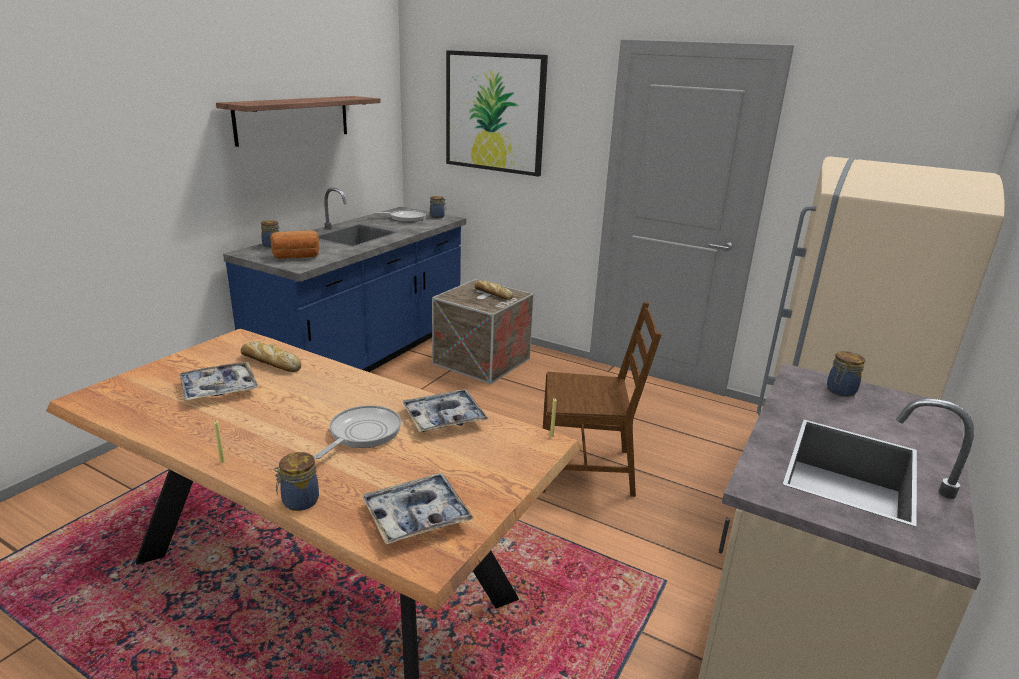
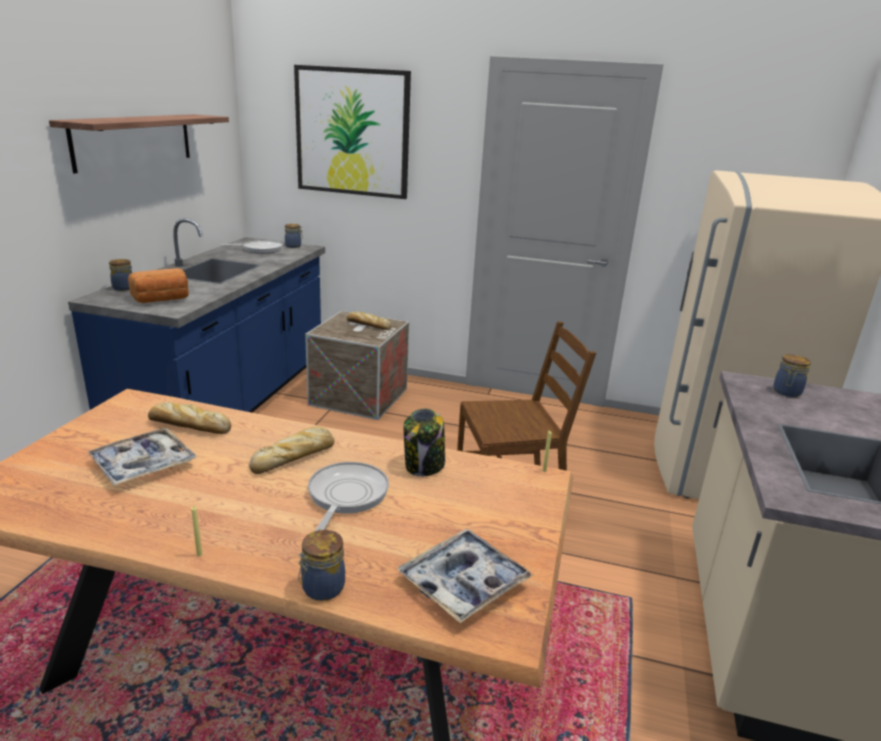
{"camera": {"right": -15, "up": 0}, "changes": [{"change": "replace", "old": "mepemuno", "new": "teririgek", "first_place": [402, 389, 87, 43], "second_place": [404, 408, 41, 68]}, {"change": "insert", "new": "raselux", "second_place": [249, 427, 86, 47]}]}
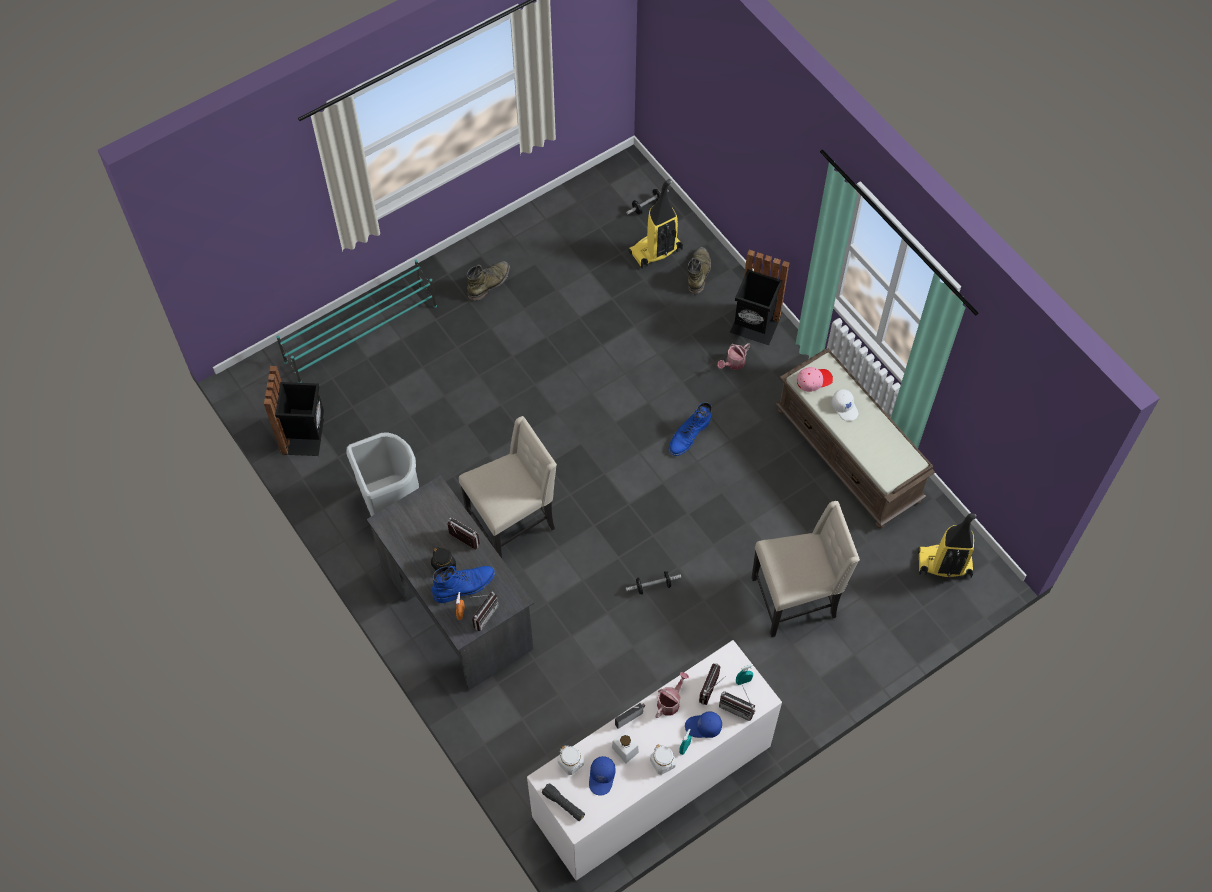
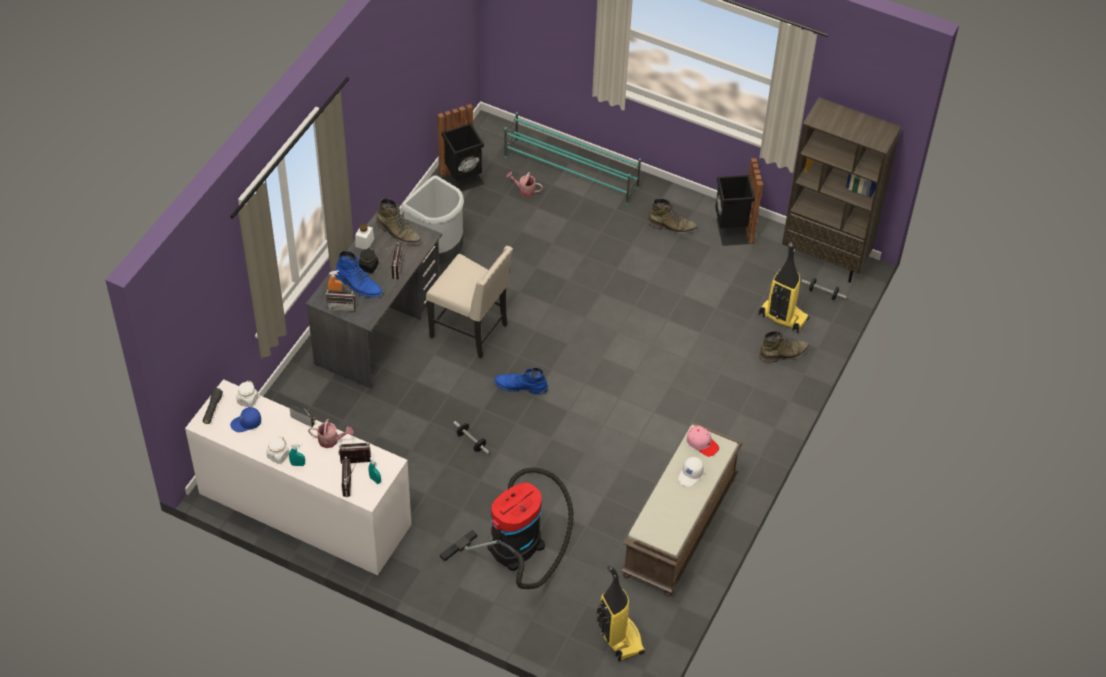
{"camera": {"right": 60, "up": -10}, "changes": [{"change": "move", "old": "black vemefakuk", "first_place": [730, 250, 59, 95], "second_place": [715, 158, 48, 88]}, {"change": "move", "old": "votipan", "first_place": [717, 343, 33, 27], "second_place": [506, 172, 37, 25]}, {"change": "move", "old": "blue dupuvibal", "first_place": [669, 402, 43, 54], "second_place": [494, 368, 54, 27]}, {"change": "replace", "old": "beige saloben", "new": "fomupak", "first_place": [752, 501, 108, 136], "second_place": [440, 467, 133, 122]}, {"change": "delete", "old": "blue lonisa", "first_place": [685, 711, 37, 27]}, {"change": "move", "old": "white teririgek", "first_place": [612, 731, 27, 32], "second_place": [355, 224, 19, 25]}, {"change": "insert", "new": "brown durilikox", "second_place": [782, 97, 119, 186]}, {"change": "insert", "new": "green dupuvibal", "second_place": [376, 198, 46, 47]}]}
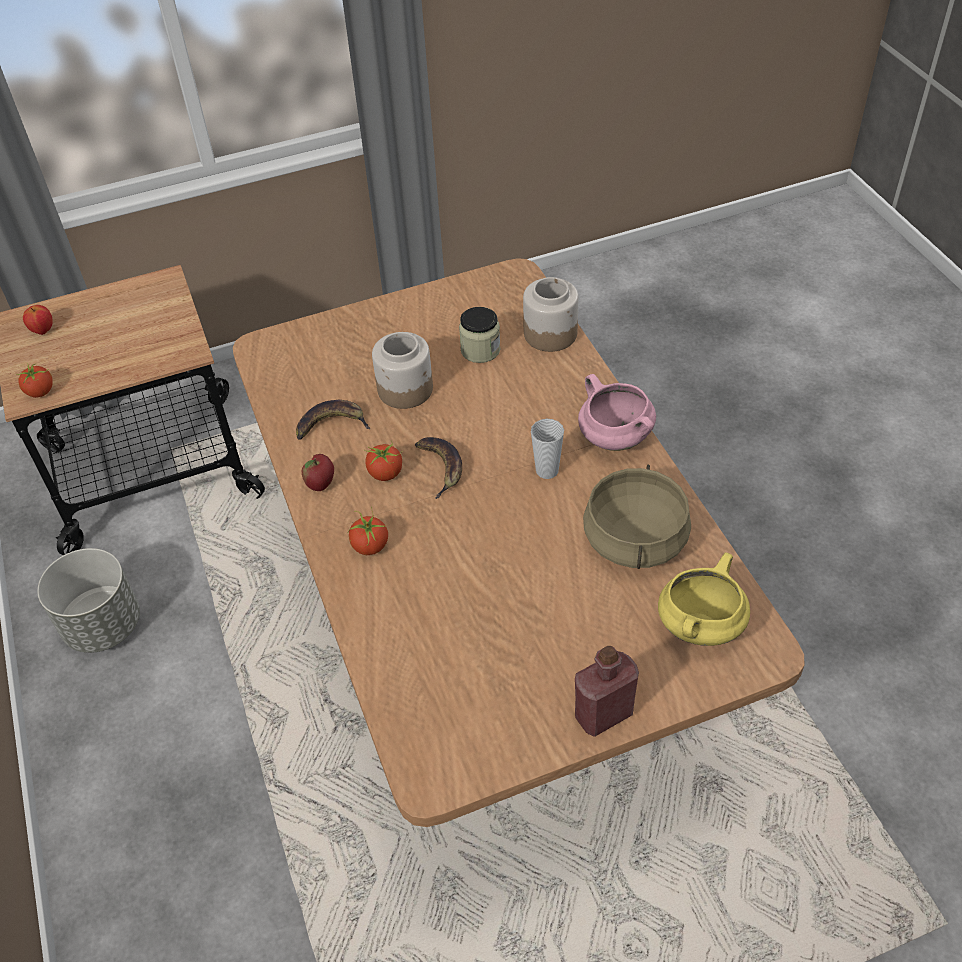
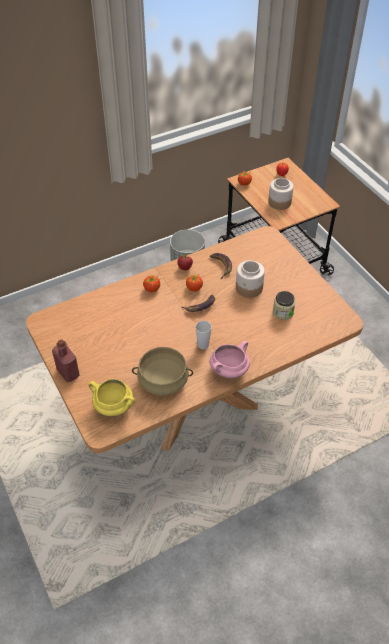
{"camera": {"right": 80, "up": 0}, "changes": [{"change": "move", "old": "teririgek", "first_place": [523, 277, 56, 75], "second_place": [268, 178, 26, 32]}]}
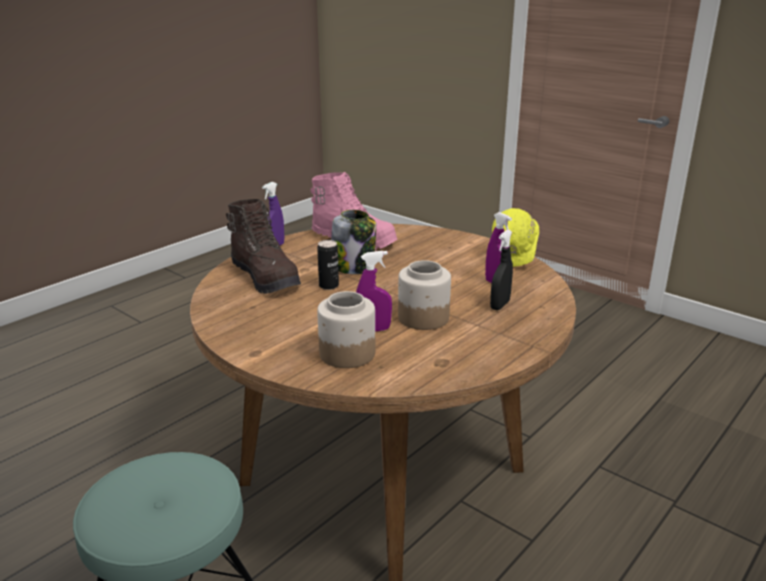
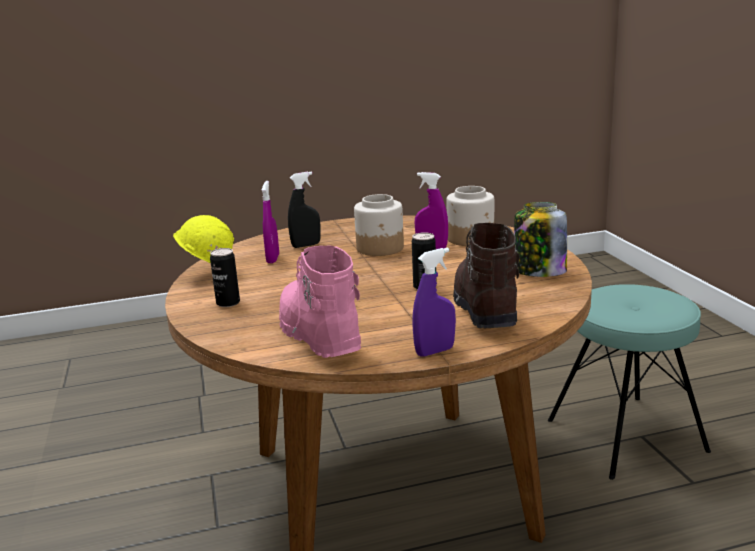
{"camera": {"right": -145, "up": -5}, "changes": [{"change": "move", "old": "teririgek", "first_place": [331, 210, 45, 64], "second_place": [514, 202, 53, 75]}, {"change": "insert", "new": "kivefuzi", "second_place": [210, 248, 30, 59]}]}
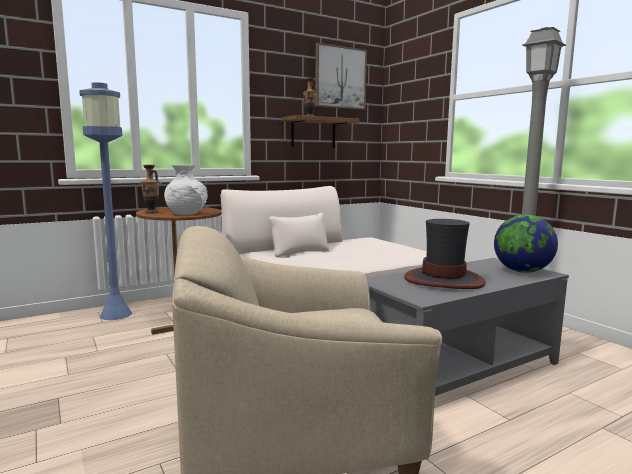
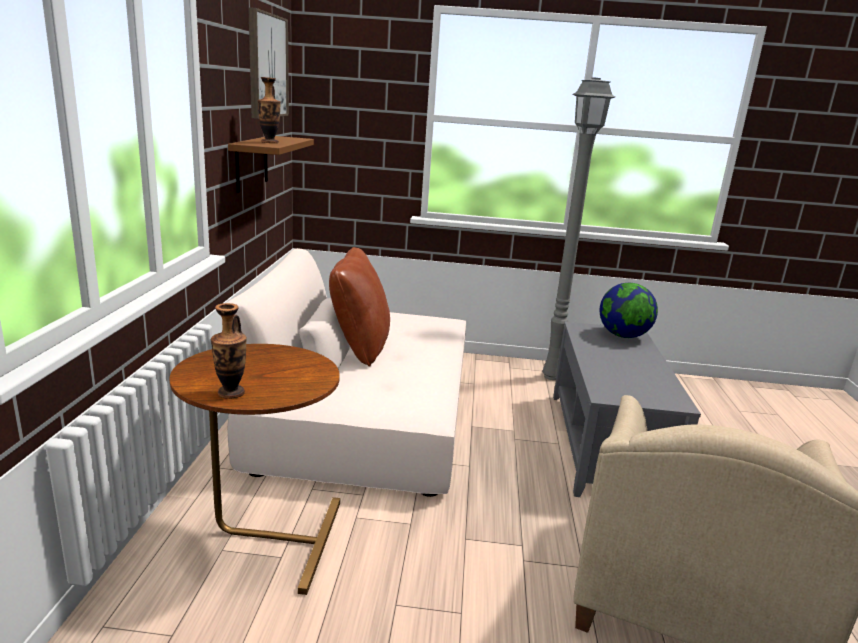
{"camera": {"right": -55, "up": 10}, "changes": [{"change": "delete", "old": "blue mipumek", "first_place": [79, 82, 53, 238]}, {"change": "delete", "old": "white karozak", "first_place": [164, 165, 44, 50]}, {"change": "delete", "old": "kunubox", "first_place": [404, 219, 82, 70]}, {"change": "insert", "new": "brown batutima", "second_place": [329, 247, 61, 120]}]}
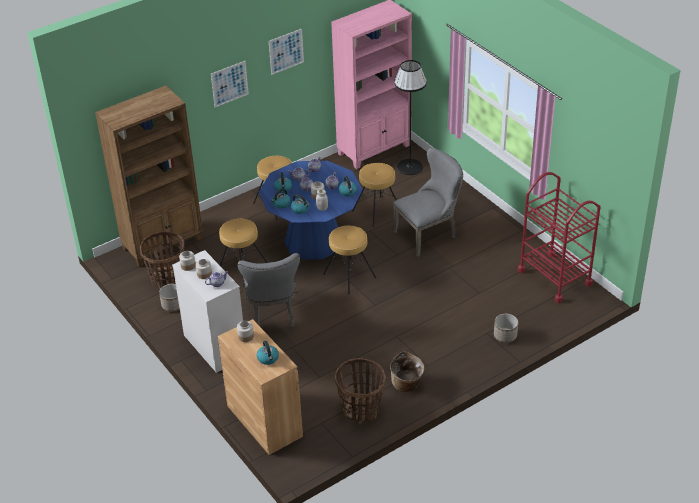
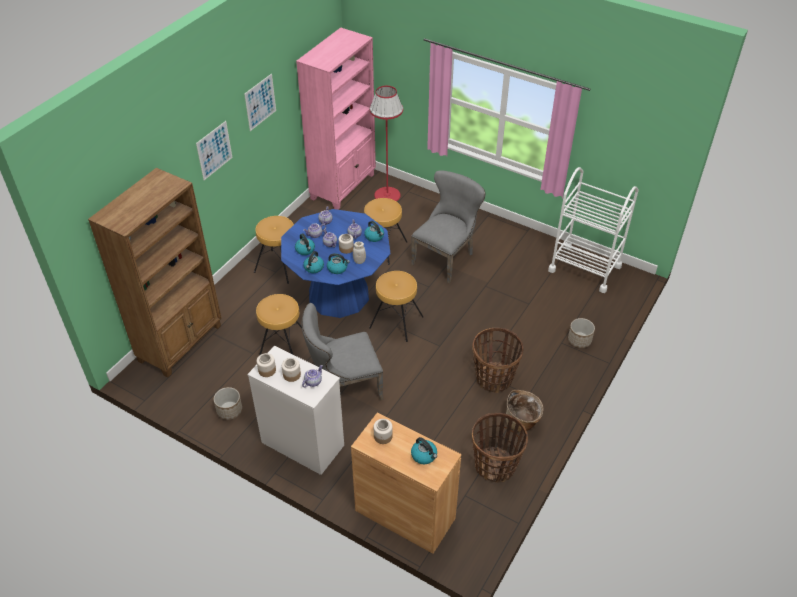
{"camera": {"right": -25, "up": 5}, "changes": [{"change": "recolor", "old": "black mipumek", "new": "red mipumek", "first_place": [394, 60, 33, 115], "second_place": [370, 86, 33, 115]}, {"change": "recolor", "old": "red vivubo", "new": "white vivubo", "first_place": [517, 172, 84, 131], "second_place": [548, 167, 91, 126]}, {"change": "move", "old": "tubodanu", "first_place": [140, 232, 45, 57], "second_place": [472, 328, 52, 65]}, {"change": "rotate", "old": "grey saloben", "first_place": [238, 253, 62, 74], "second_place": [301, 303, 82, 97], "degrees": 105}]}
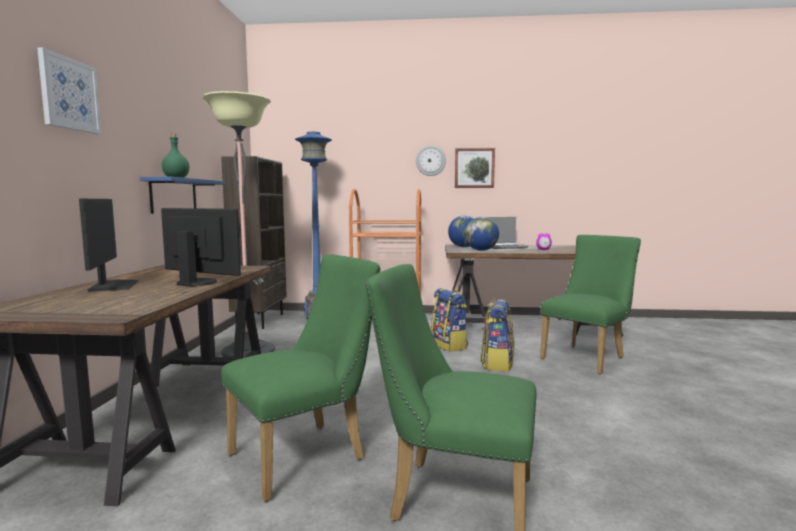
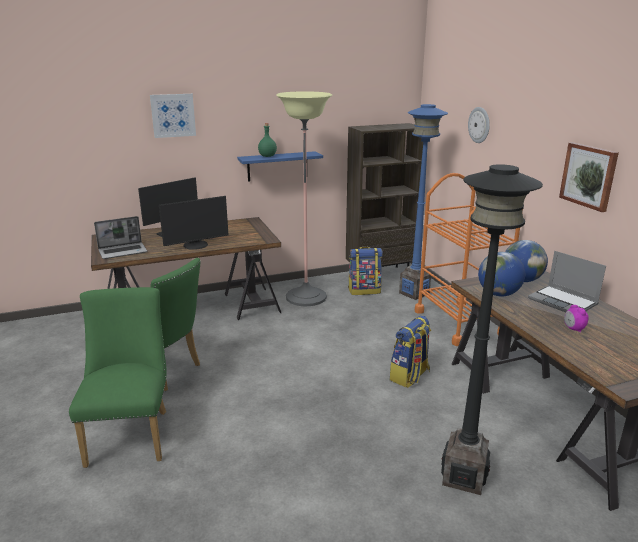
{"camera": {"right": 65, "up": 15}, "changes": [{"change": "move", "old": "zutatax", "first_place": [416, 145, 30, 31], "second_place": [468, 107, 22, 36]}, {"change": "rotate", "old": "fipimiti", "first_place": [161, 208, 80, 79], "second_place": [159, 196, 70, 54], "degrees": 60}, {"change": "replace", "old": "green saloben", "new": "black mipumek", "first_place": [540, 235, 101, 140], "second_place": [441, 164, 102, 331]}, {"change": "move", "old": "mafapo", "first_place": [480, 299, 35, 73], "second_place": [348, 247, 35, 48]}, {"change": "insert", "new": "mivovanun", "second_place": [94, 216, 53, 43]}]}
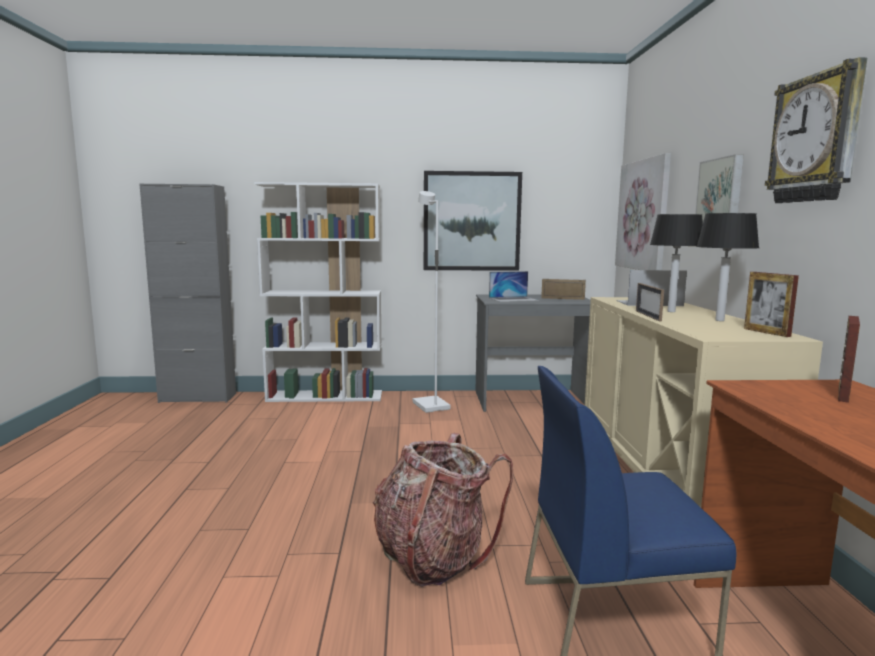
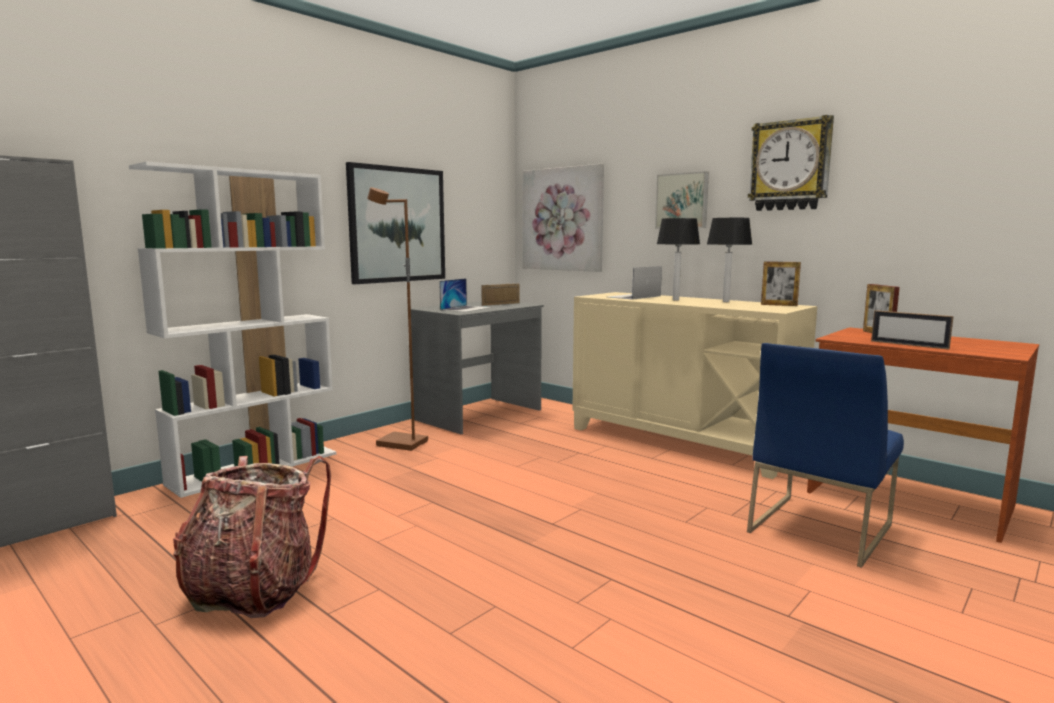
{"camera": {"right": -45, "up": 0}, "changes": [{"change": "recolor", "old": "white mipumek", "new": "brown mipumek", "first_place": [413, 191, 38, 222], "second_place": [367, 187, 61, 264]}, {"change": "move", "old": "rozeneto", "first_place": [636, 283, 28, 38], "second_place": [871, 310, 83, 40]}, {"change": "move", "old": "mafapo", "first_place": [373, 433, 140, 154], "second_place": [173, 456, 158, 162]}]}
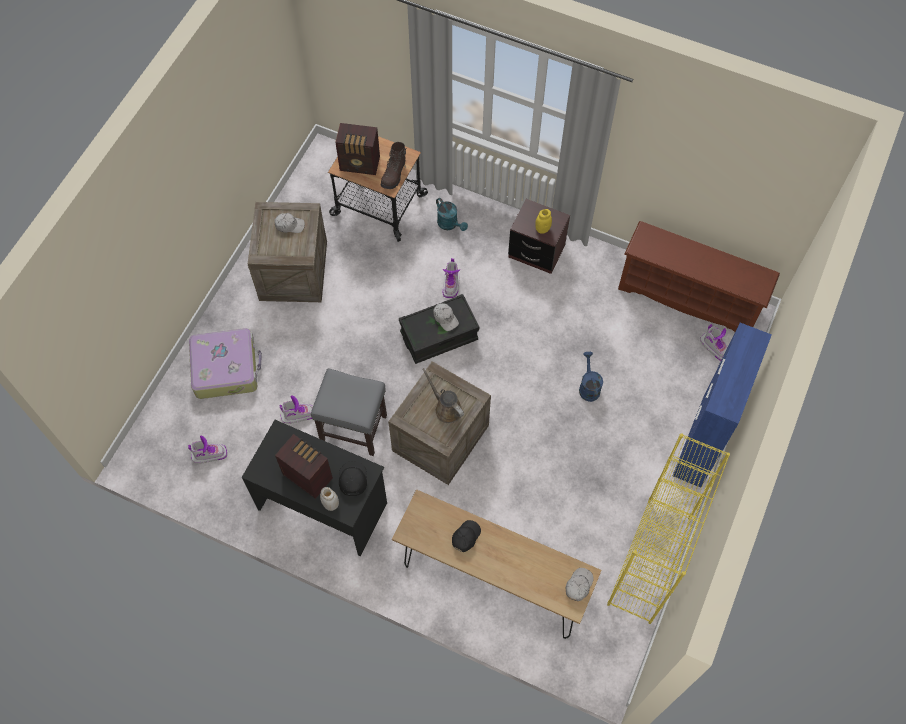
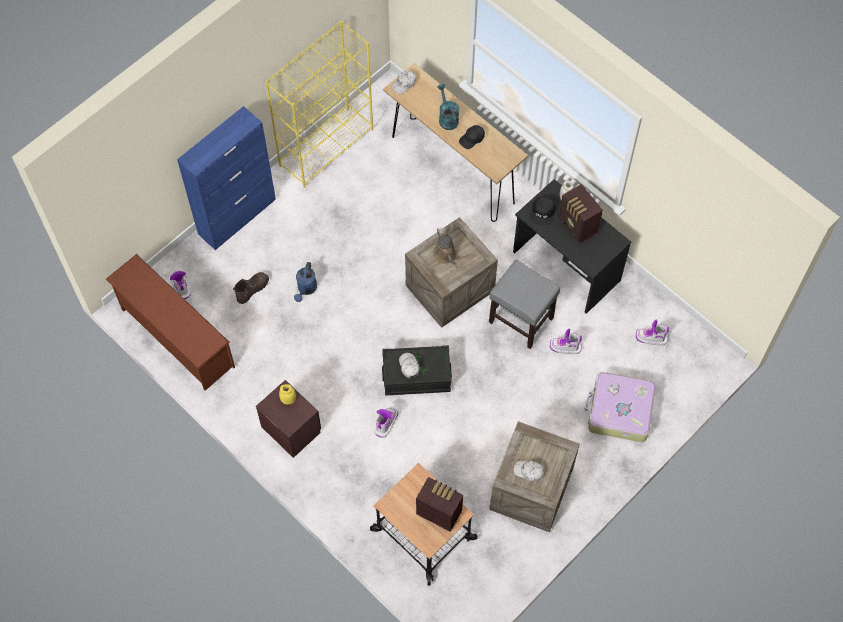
{"camera": {"right": -160, "up": 0}, "changes": [{"change": "move", "old": "brown dupuvibal", "first_place": [381, 142, 26, 47], "second_place": [233, 272, 36, 32]}, {"change": "move", "old": "turquoise votipan", "first_place": [436, 198, 32, 33], "second_place": [437, 84, 22, 46]}]}
